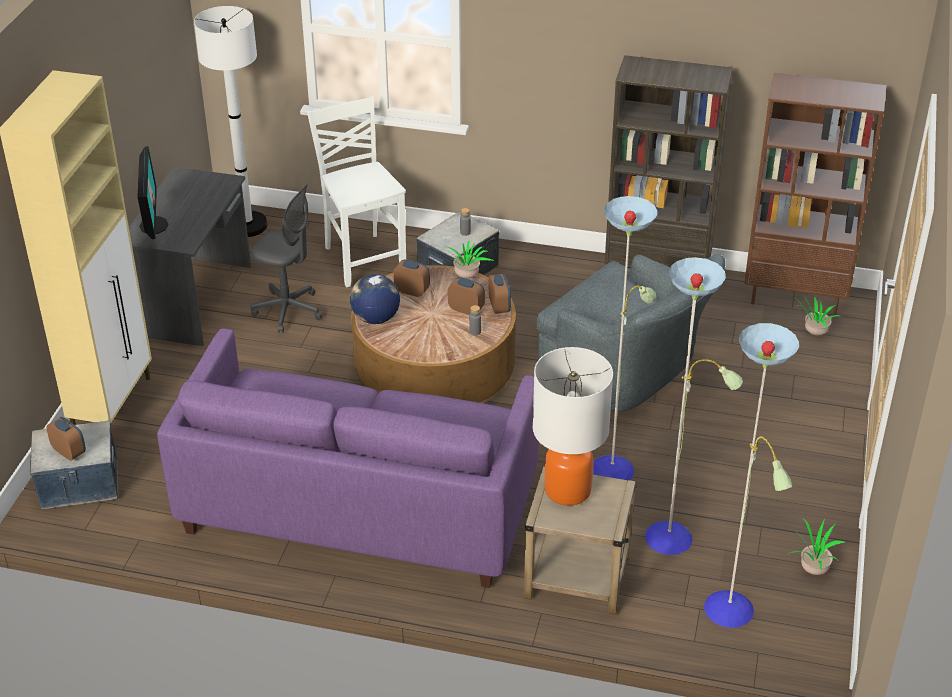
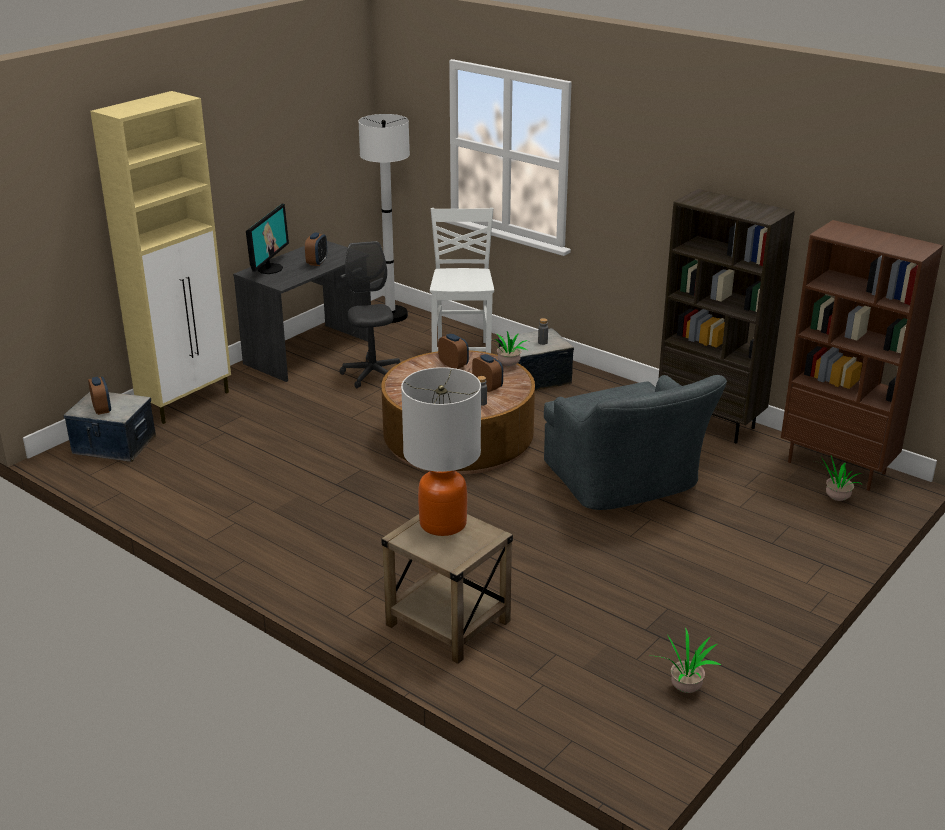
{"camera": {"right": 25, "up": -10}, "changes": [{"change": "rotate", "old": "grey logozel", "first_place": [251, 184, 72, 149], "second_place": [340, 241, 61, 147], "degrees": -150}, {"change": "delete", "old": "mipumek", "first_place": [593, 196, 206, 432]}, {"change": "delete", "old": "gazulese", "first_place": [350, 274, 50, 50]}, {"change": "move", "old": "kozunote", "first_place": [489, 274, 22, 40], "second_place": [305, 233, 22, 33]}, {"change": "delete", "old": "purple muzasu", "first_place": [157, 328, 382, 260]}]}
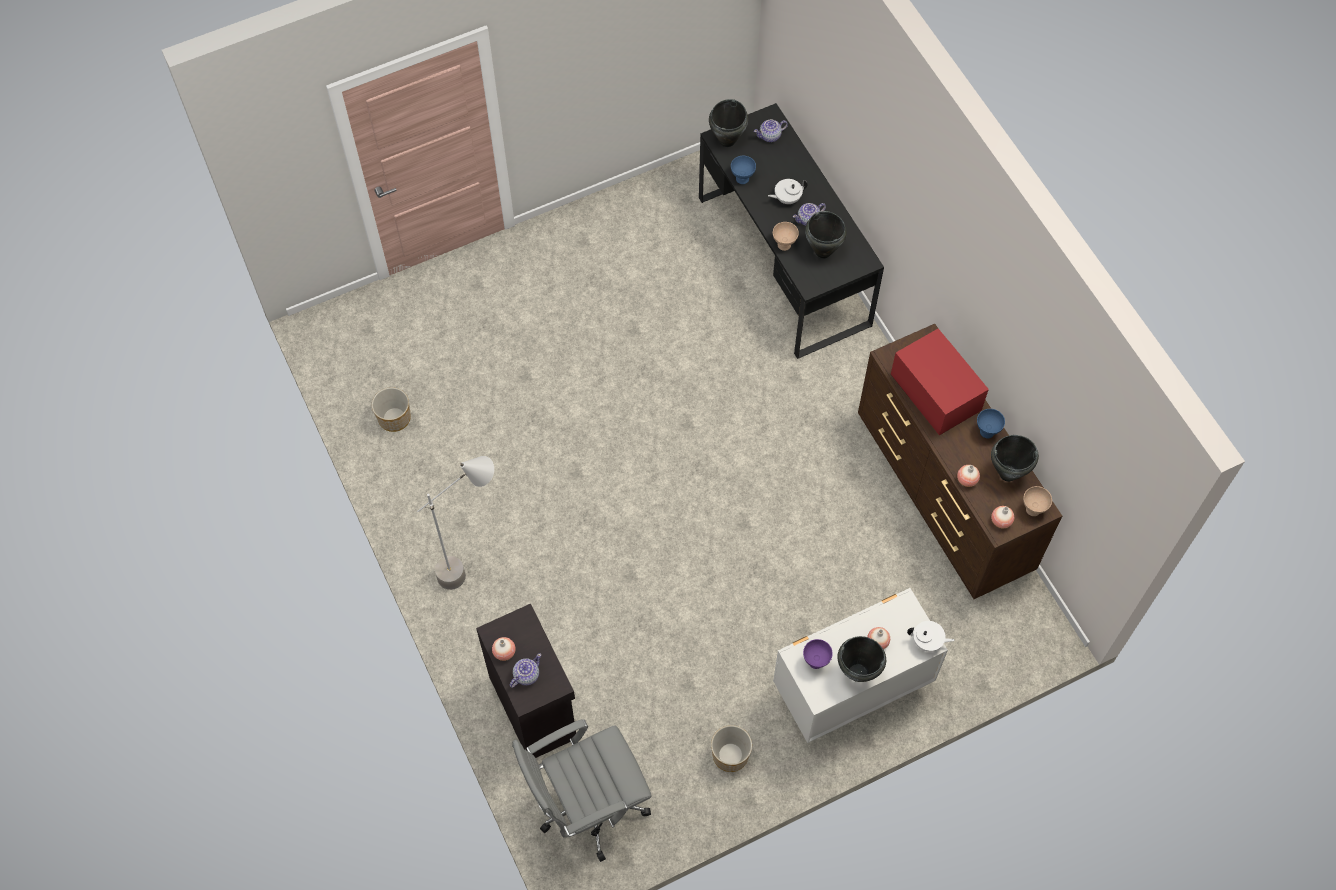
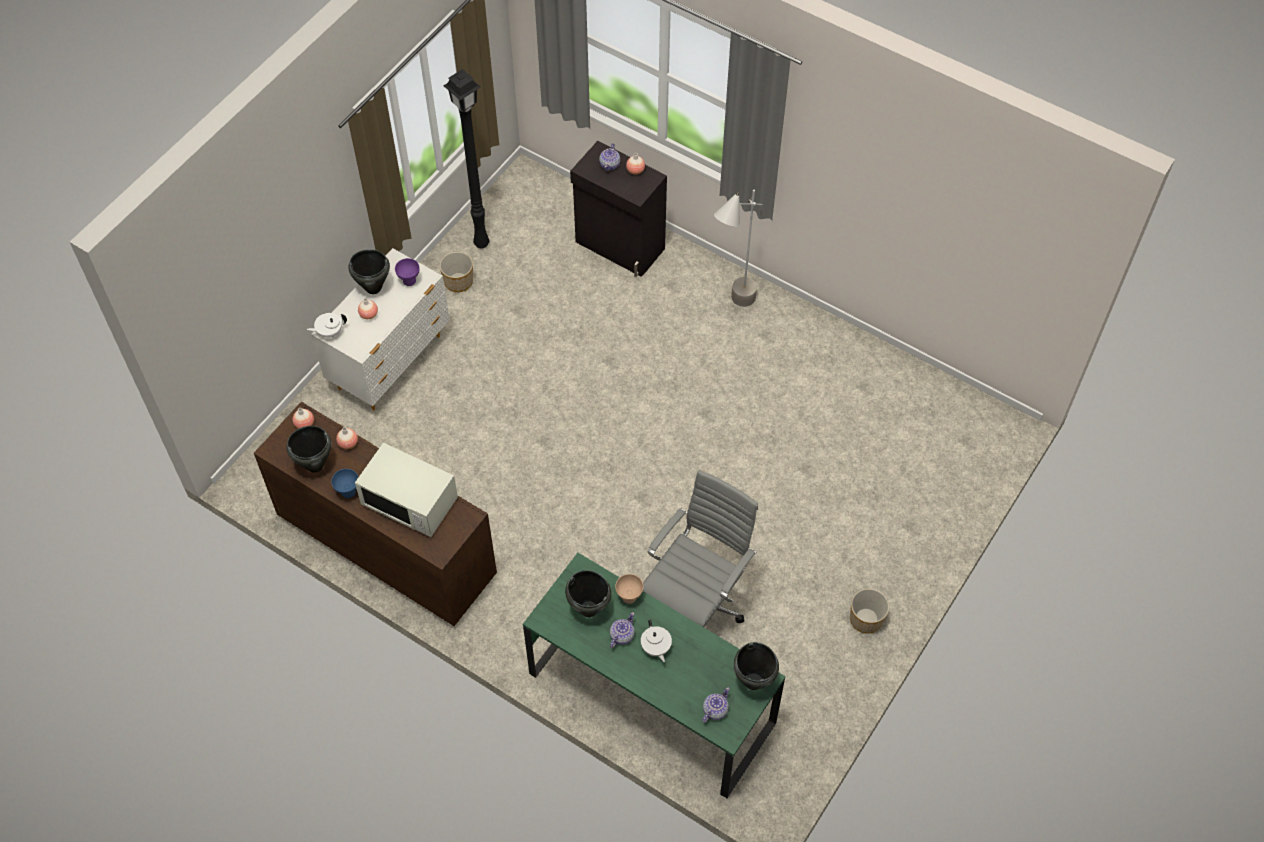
{"camera": {"right": 150, "up": -5}, "changes": [{"change": "recolor", "old": "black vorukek", "new": "green vorukek", "first_place": [699, 103, 185, 256], "second_place": [523, 553, 263, 245]}, {"change": "delete", "old": "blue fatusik", "first_place": [731, 156, 25, 28]}, {"change": "rotate", "old": "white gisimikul", "first_place": [768, 179, 39, 25], "second_place": [641, 620, 31, 42], "degrees": 120}, {"change": "recolor", "old": "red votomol", "new": "white votomol", "first_place": [891, 329, 98, 106], "second_place": [355, 443, 103, 94]}, {"change": "move", "old": "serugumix", "first_place": [372, 387, 39, 45], "second_place": [850, 588, 39, 46]}, {"change": "delete", "old": "beige fatusik", "first_place": [1023, 486, 29, 30]}, {"change": "move", "old": "grey logozel", "first_place": [512, 719, 140, 143], "second_place": [643, 470, 115, 157]}, {"change": "insert", "new": "black mipumek", "second_place": [444, 69, 45, 179]}]}
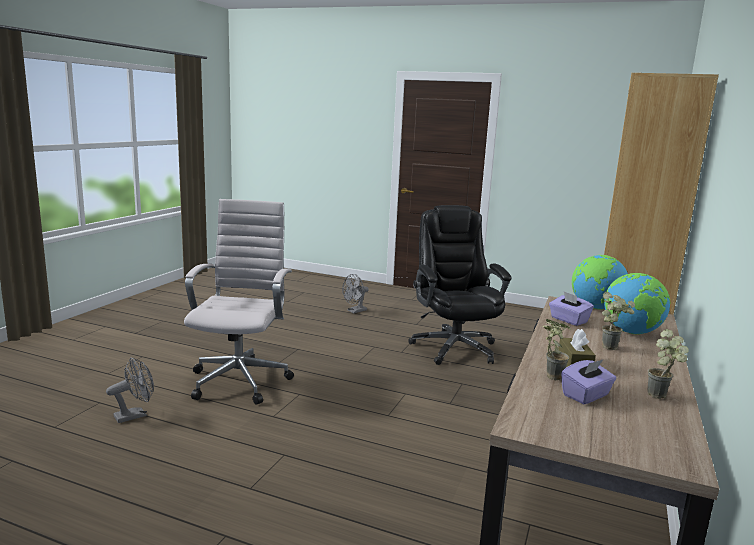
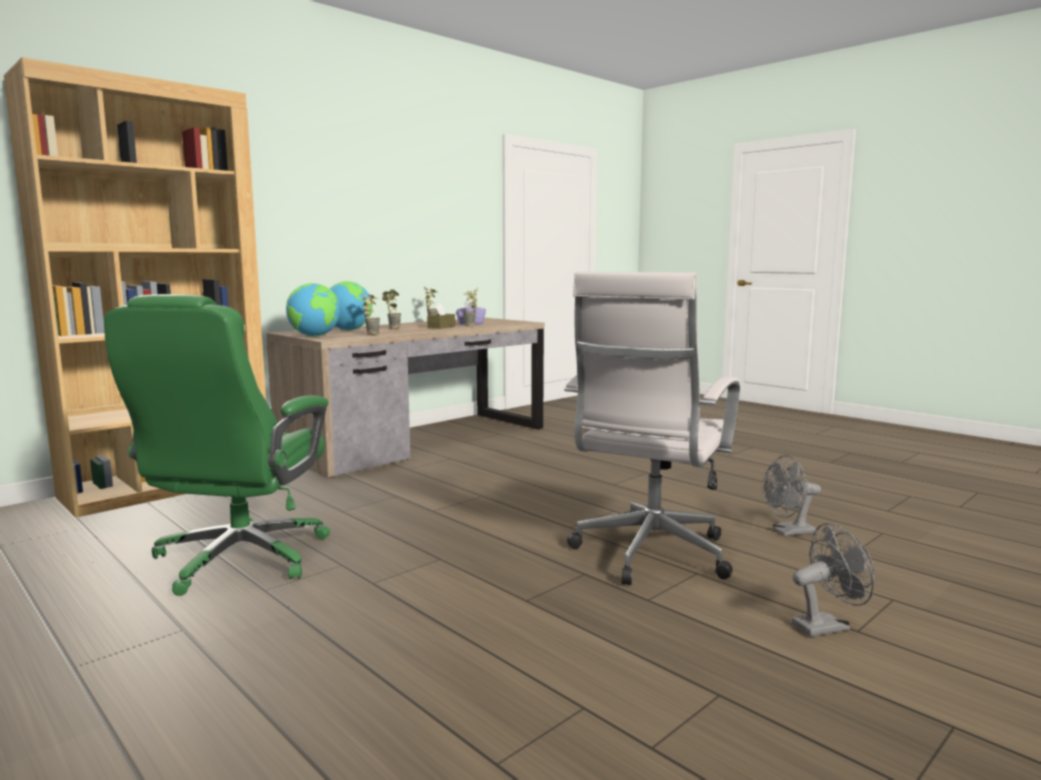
{"camera": {"right": -155, "up": -5}, "changes": [{"change": "recolor", "old": "black logozel", "new": "green logozel", "first_place": [408, 205, 103, 160], "second_place": [104, 294, 226, 302]}, {"change": "move", "old": "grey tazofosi", "first_place": [342, 274, 27, 39], "second_place": [791, 523, 83, 114]}, {"change": "replace", "old": "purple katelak", "new": "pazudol", "first_place": [549, 292, 45, 34], "second_place": [361, 292, 19, 43]}]}
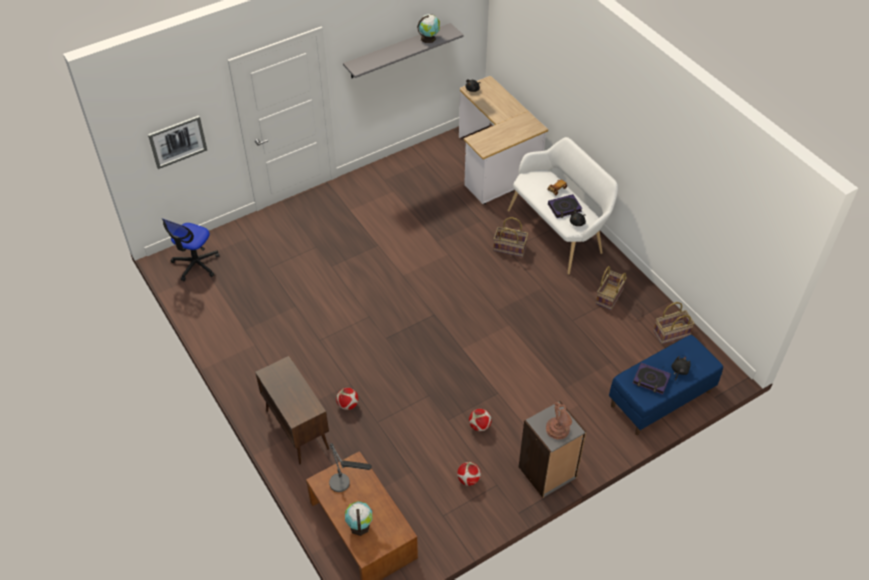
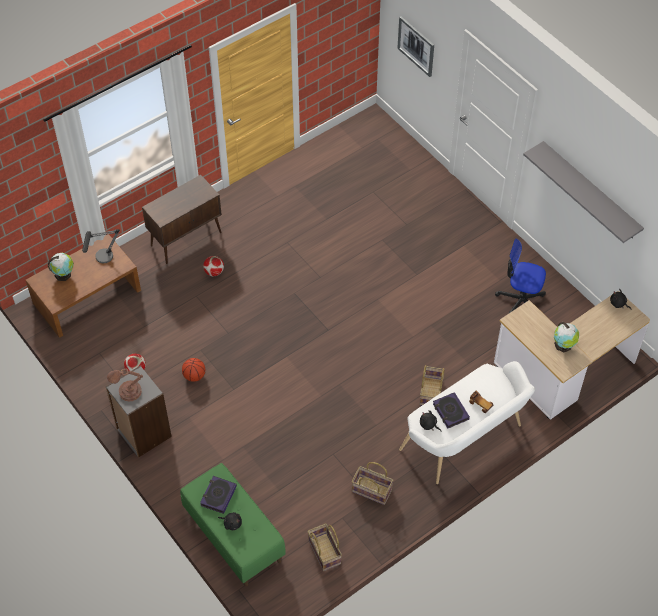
{"camera": {"right": 85, "up": 5}, "changes": [{"change": "move", "old": "gazulese", "first_place": [417, 14, 23, 29], "second_place": [554, 322, 25, 30]}, {"change": "move", "old": "logozel", "first_place": [162, 219, 57, 62], "second_place": [495, 238, 51, 76]}, {"change": "recolor", "old": "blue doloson", "new": "green doloson", "first_place": [609, 335, 114, 100], "second_place": [180, 463, 106, 123]}, {"change": "replace", "old": "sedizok", "new": "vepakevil", "first_place": [469, 409, 23, 22], "second_place": [182, 358, 23, 24]}]}
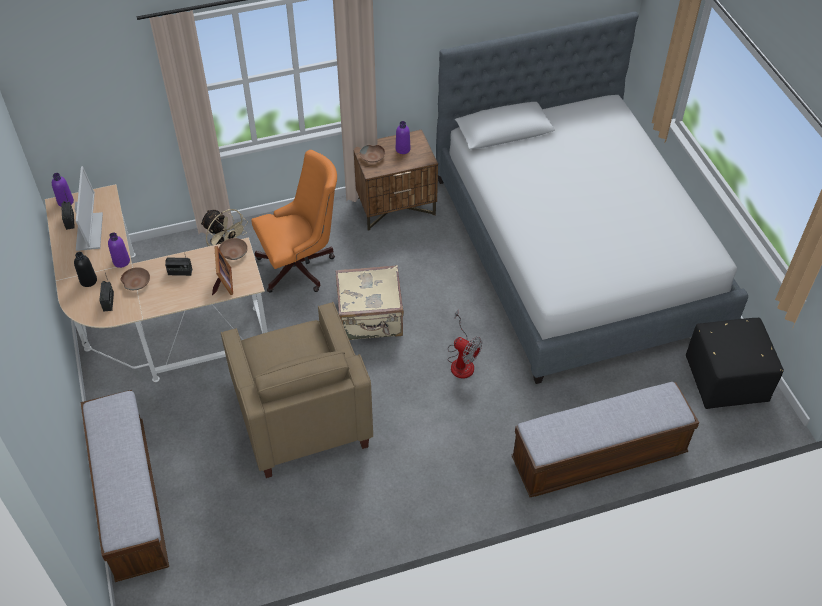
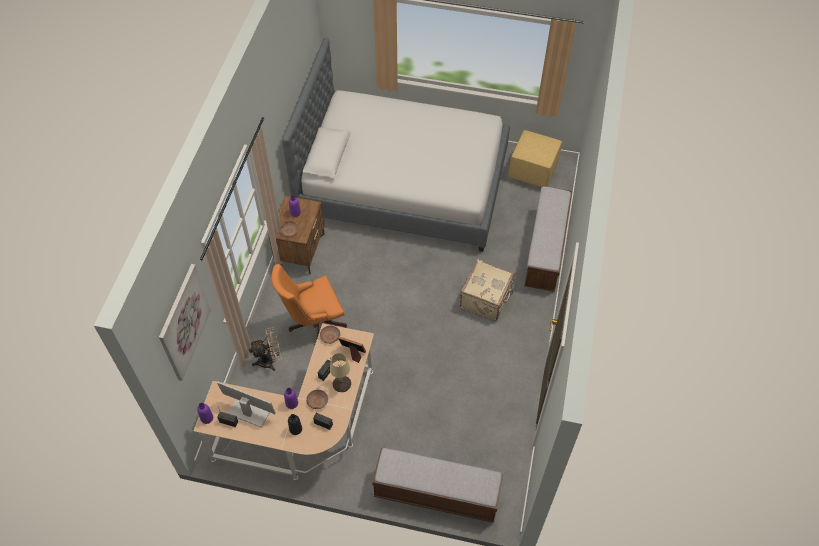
{"camera": {"right": -60, "up": 5}, "changes": [{"change": "rotate", "old": "orange logozel", "first_place": [251, 150, 86, 143], "second_place": [271, 264, 76, 74], "degrees": -120}, {"change": "move", "old": "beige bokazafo", "first_place": [335, 265, 69, 75], "second_place": [460, 259, 55, 62]}, {"change": "delete", "old": "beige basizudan", "first_place": [221, 302, 152, 176]}, {"change": "delete", "old": "tazofosi", "first_place": [447, 310, 35, 69]}, {"change": "recolor", "old": "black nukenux", "new": "yellow nukenux", "first_place": [686, 318, 98, 91], "second_place": [508, 130, 54, 57]}, {"change": "insert", "new": "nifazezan", "second_place": [159, 264, 52, 117]}, {"change": "insert", "new": "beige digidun", "second_place": [330, 353, 21, 39]}]}
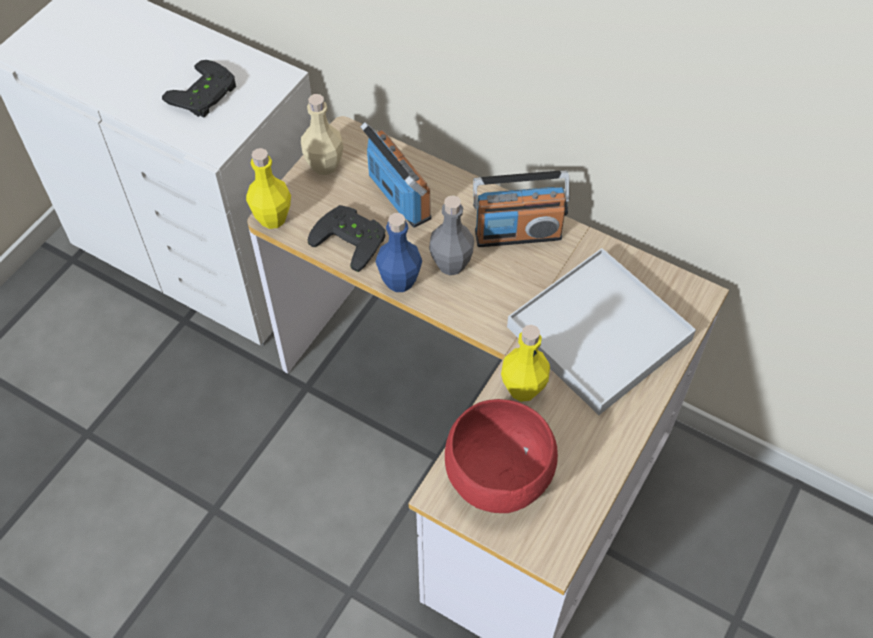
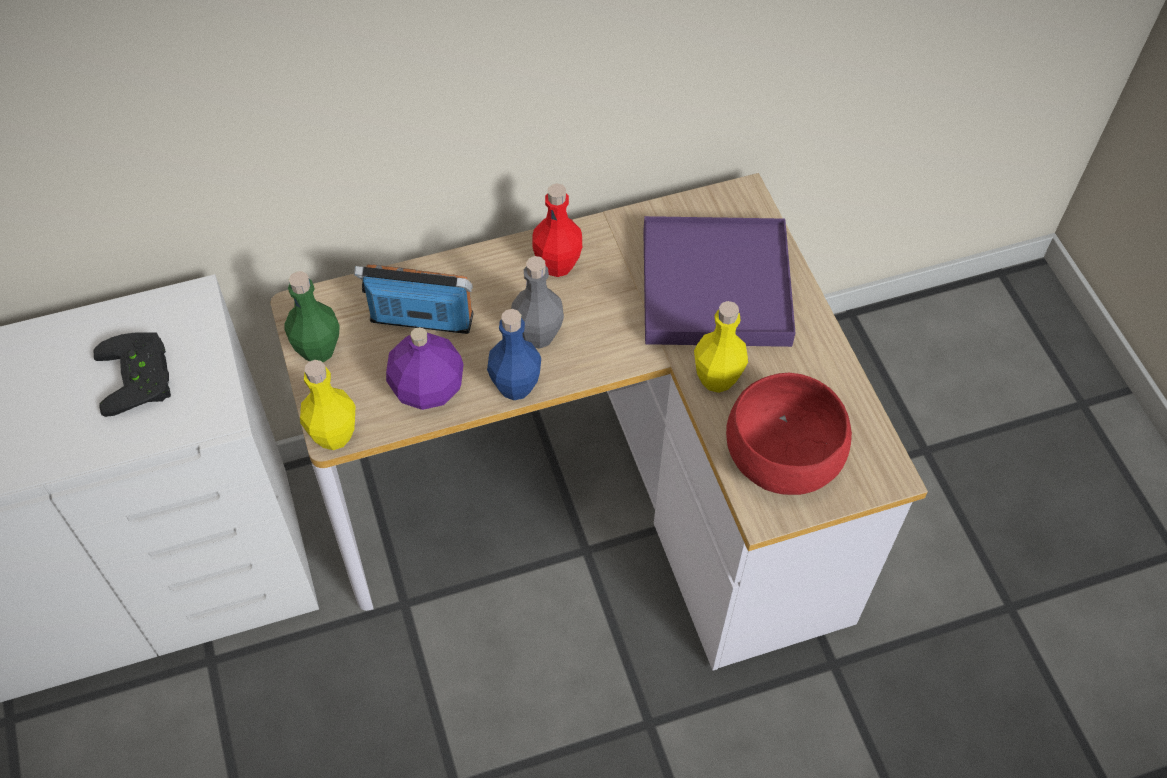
{"camera": {"right": -50, "up": 0}, "changes": [{"change": "recolor", "old": "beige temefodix", "new": "green temefodix", "first_place": [301, 94, 42, 81], "second_place": [284, 271, 56, 91]}, {"change": "replace", "old": "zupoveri", "new": "red temefodix", "first_place": [473, 170, 97, 77], "second_place": [533, 183, 49, 94]}, {"change": "replace", "old": "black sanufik", "new": "purple temefodix", "first_place": [308, 205, 78, 67], "second_place": [386, 327, 78, 83]}, {"change": "recolor", "old": "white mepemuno", "new": "purple mepemuno", "first_place": [507, 248, 189, 167], "second_place": [643, 216, 152, 131]}]}
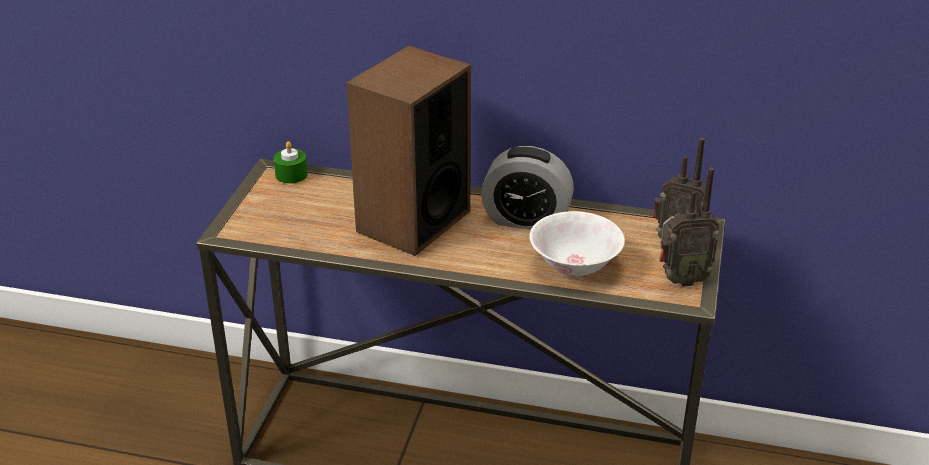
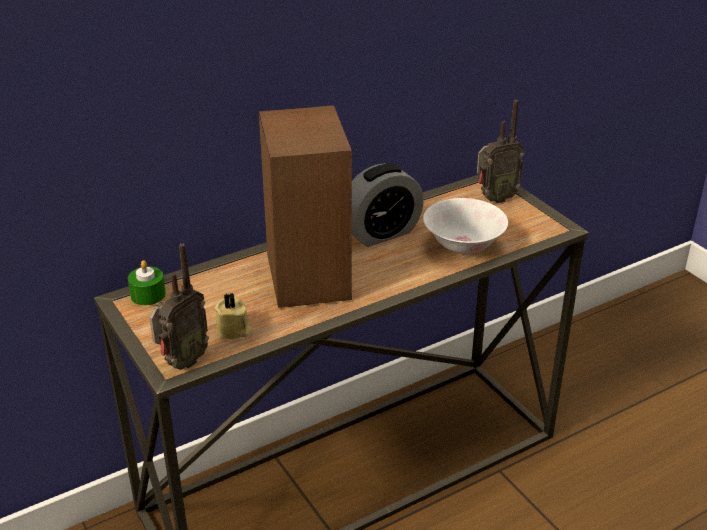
{"camera": {"right": -45, "up": 0}, "changes": [{"change": "move", "old": "zupoveri", "first_place": [659, 168, 60, 119], "second_place": [150, 243, 59, 127]}, {"change": "insert", "new": "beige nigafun", "second_place": [215, 293, 36, 47]}]}
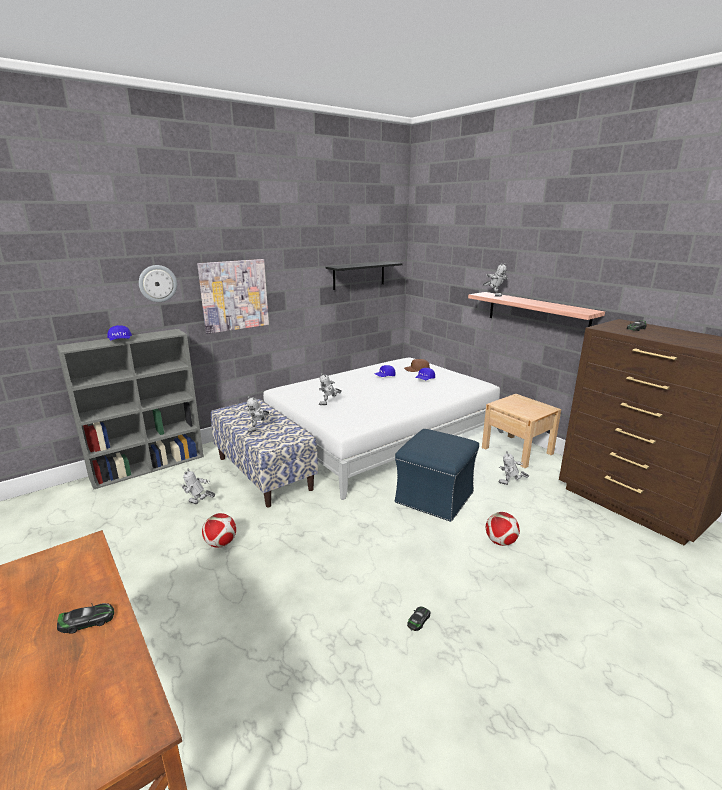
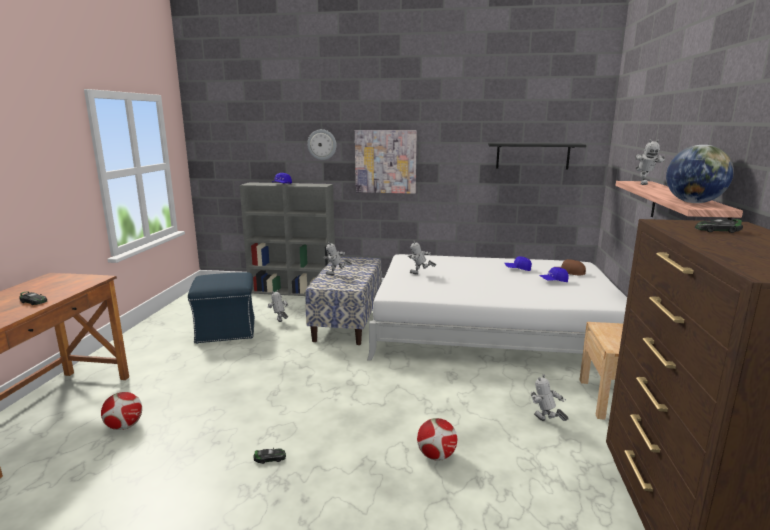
{"camera": {"right": 45, "up": -5}, "changes": [{"change": "move", "old": "blue nukenux", "first_place": [395, 429, 84, 93], "second_place": [188, 272, 67, 72]}, {"change": "move", "old": "sedizok", "first_place": [202, 513, 34, 35], "second_place": [101, 392, 41, 38]}, {"change": "insert", "new": "gazulese", "second_place": [666, 145, 68, 58]}]}
